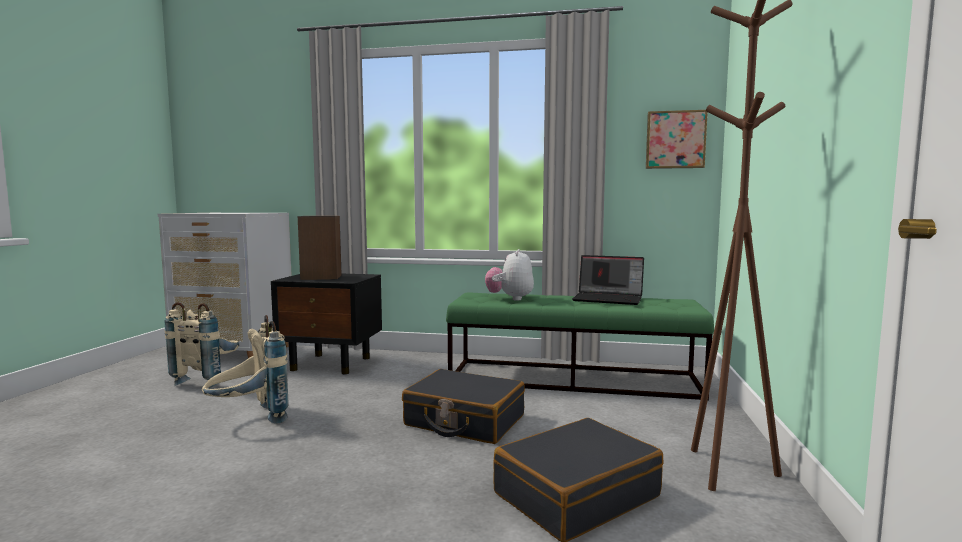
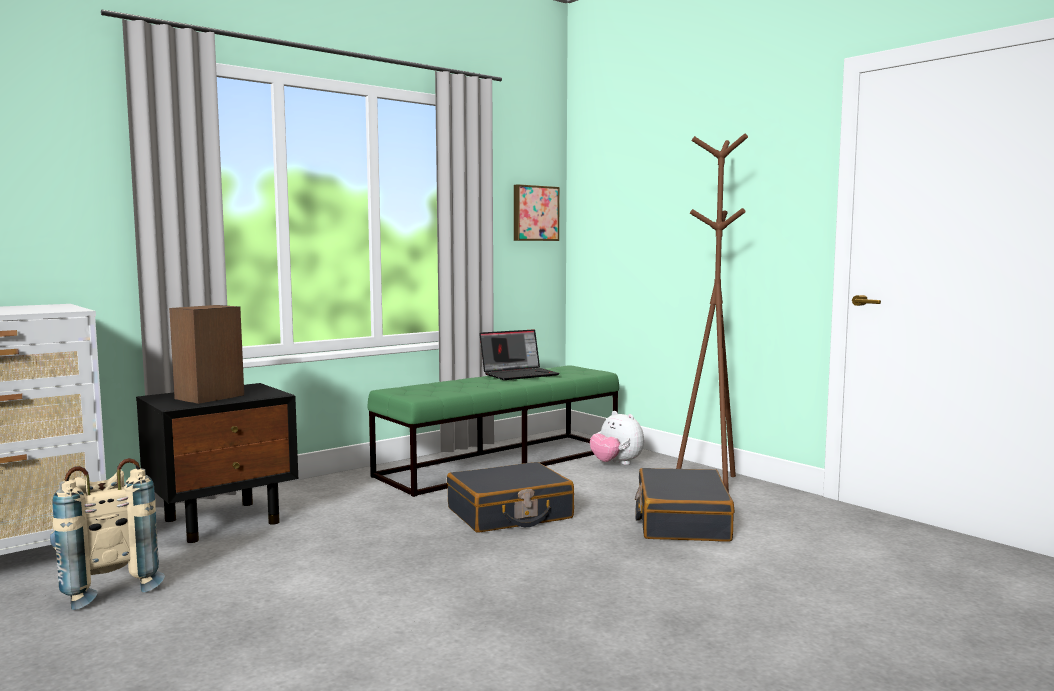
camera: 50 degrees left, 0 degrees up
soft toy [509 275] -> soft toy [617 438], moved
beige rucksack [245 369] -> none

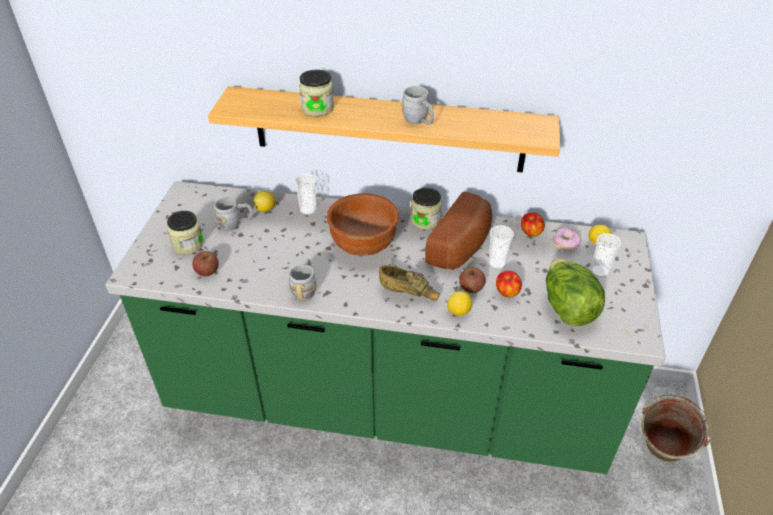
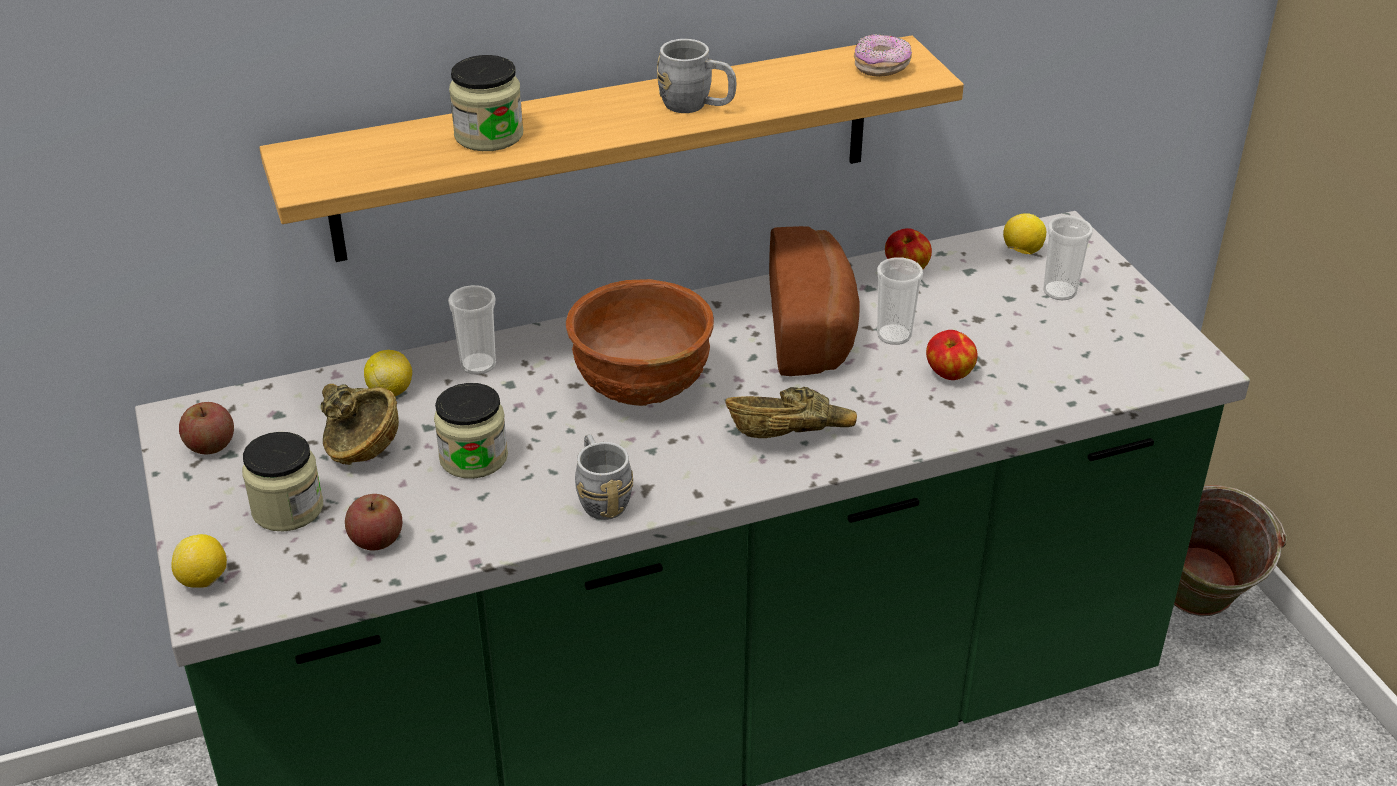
camera: 30 degrees left, 5 degrees down
storage jar [426 209] -> storage jar [471 431], moved
gray coffee mug [233 213] -> brown bowl [360 424]
ring doughnut [566 239] -> ring doughnut [883 55], moved
lettuce [575 292] -> none
apple fruit [472 280] -> apple fruit [206 428], moved
whole lemon [459 303] -> whole lemon [199 561], moved

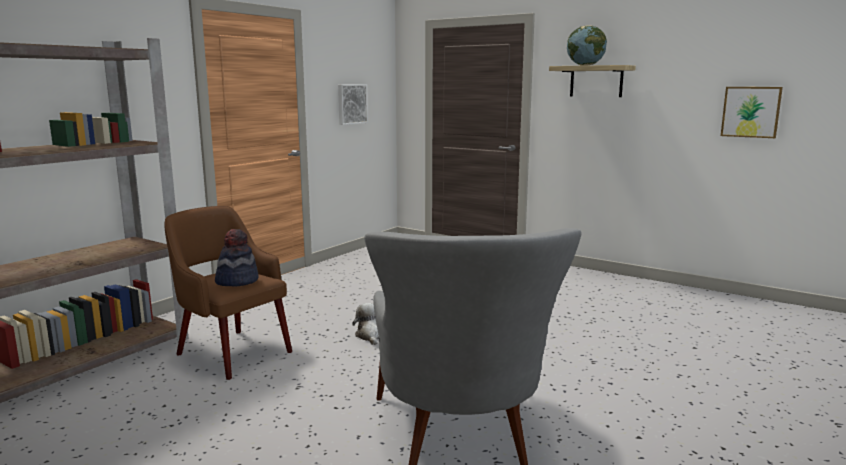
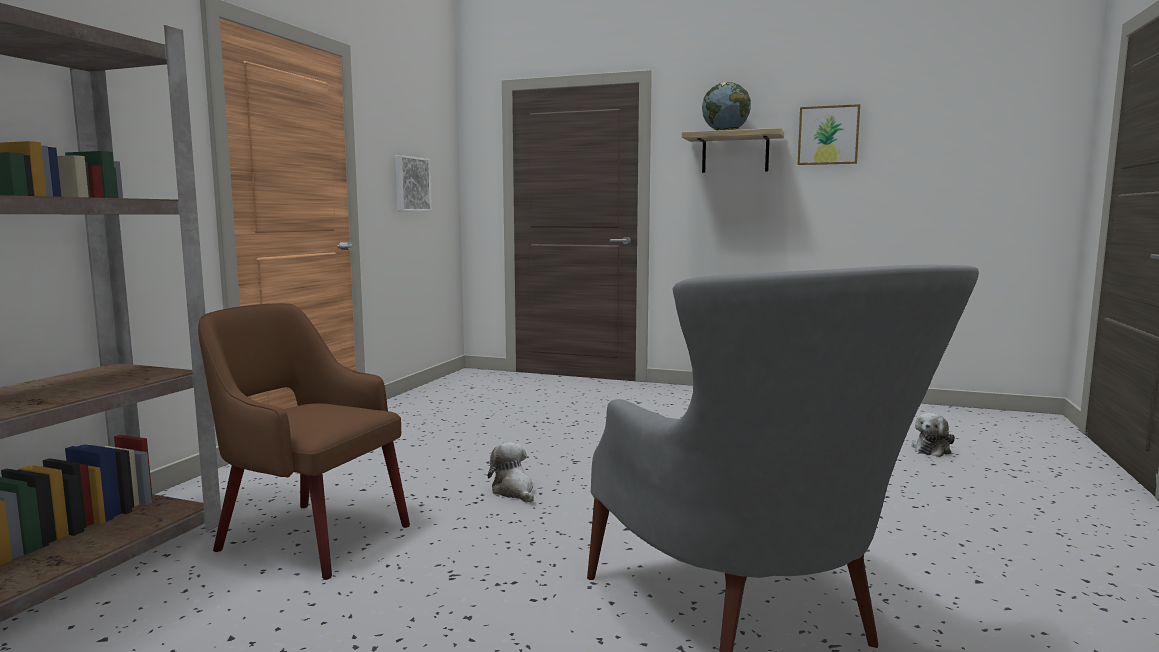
camera: 15 degrees left, 5 degrees down
wall art [752 112] -> wall art [829 134], moved
wearable hat [237 258] -> none
none -> soft toy [933 435]

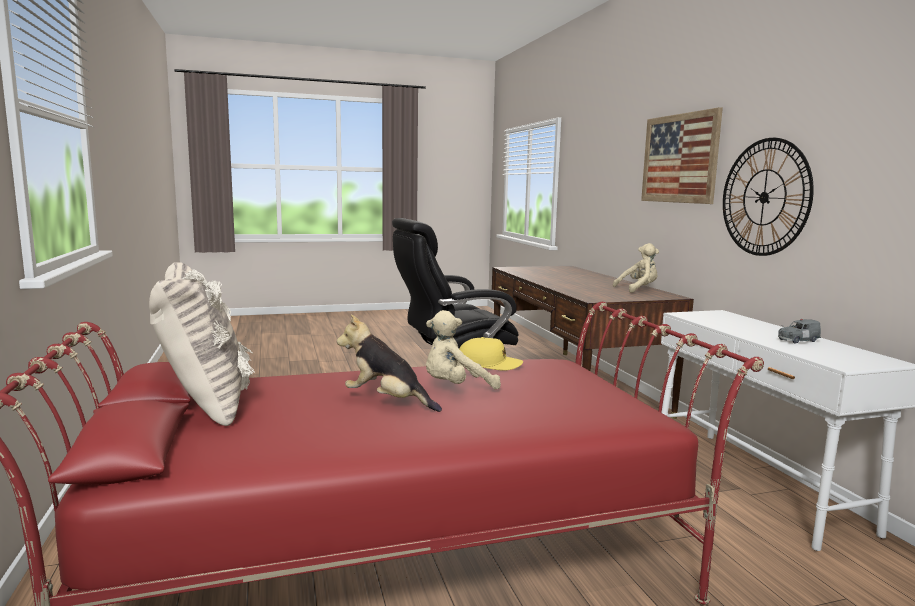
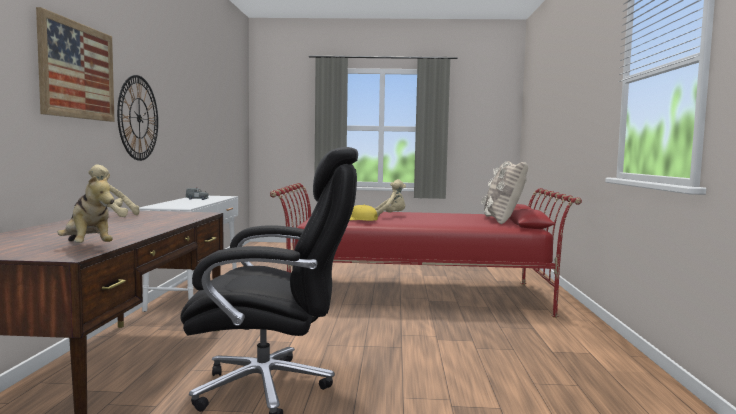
camera: 160 degrees left, 5 degrees down
soft toy [389 363] -> soft toy [85 208], moved

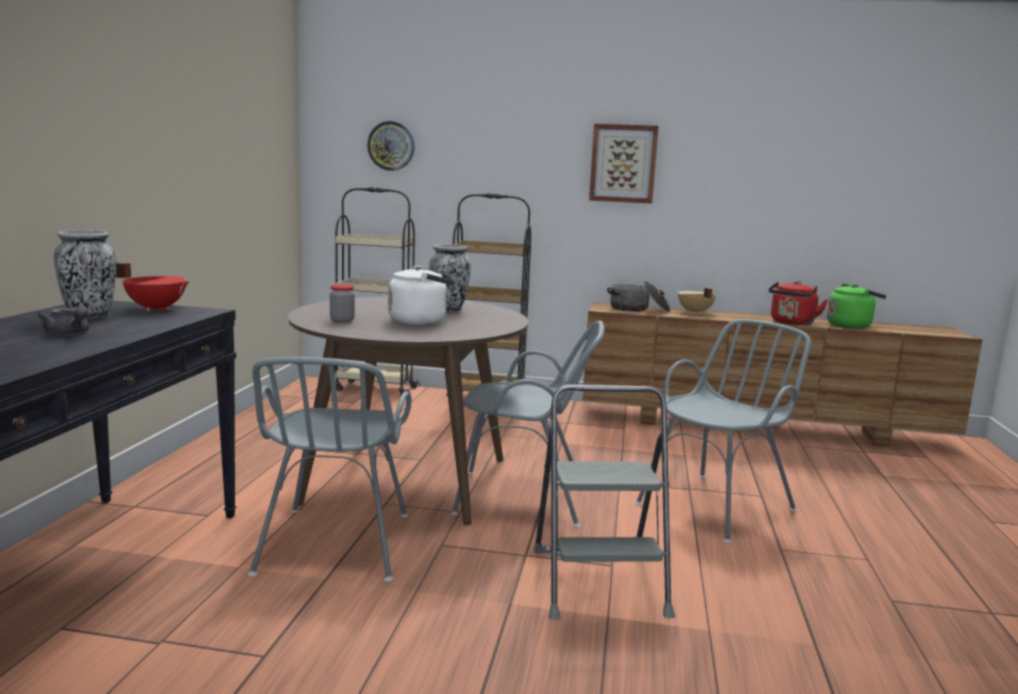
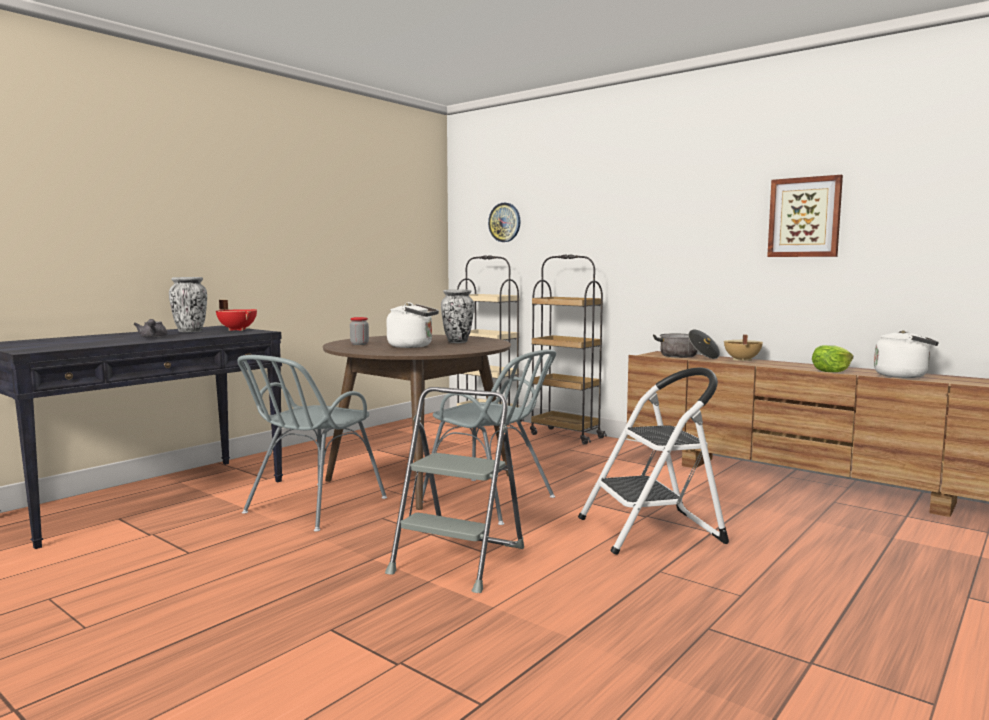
camera: 30 degrees right, 5 degrees down
wall art [624 164] -> wall art [805 216], moved
red-coloured water kettle [798 303] -> lettuce [832 358]
green-coloured water kettle [857 306] -> white water kettle [906 354]
gray chair [723 431] -> step ladder [653 461]

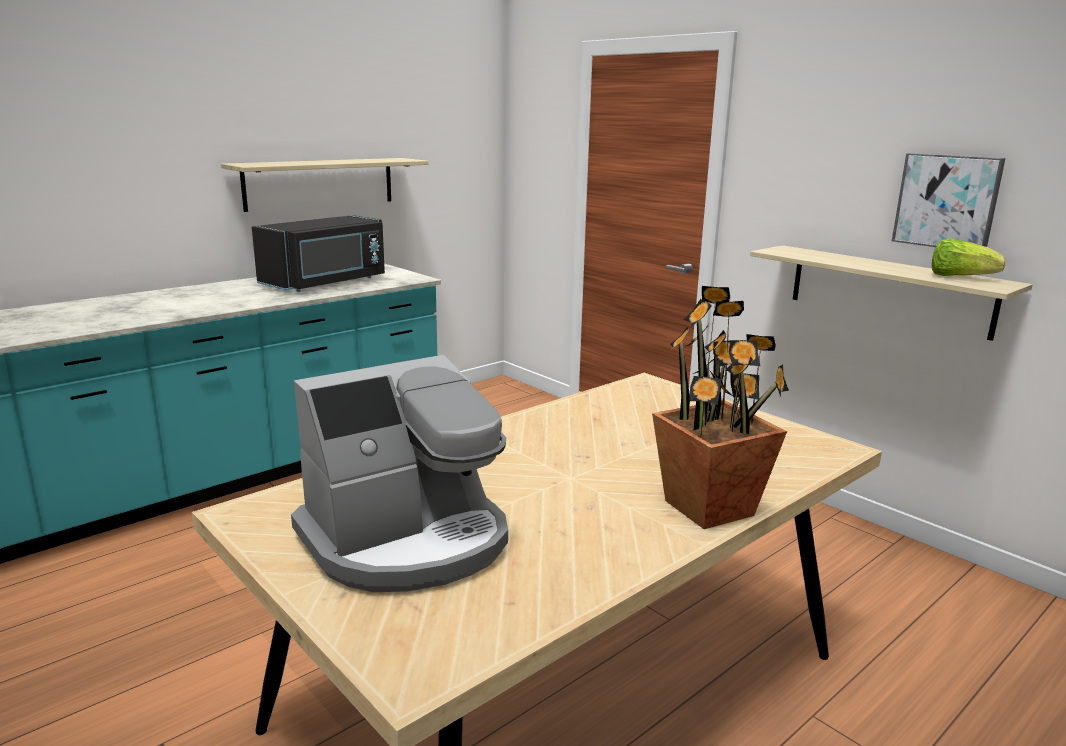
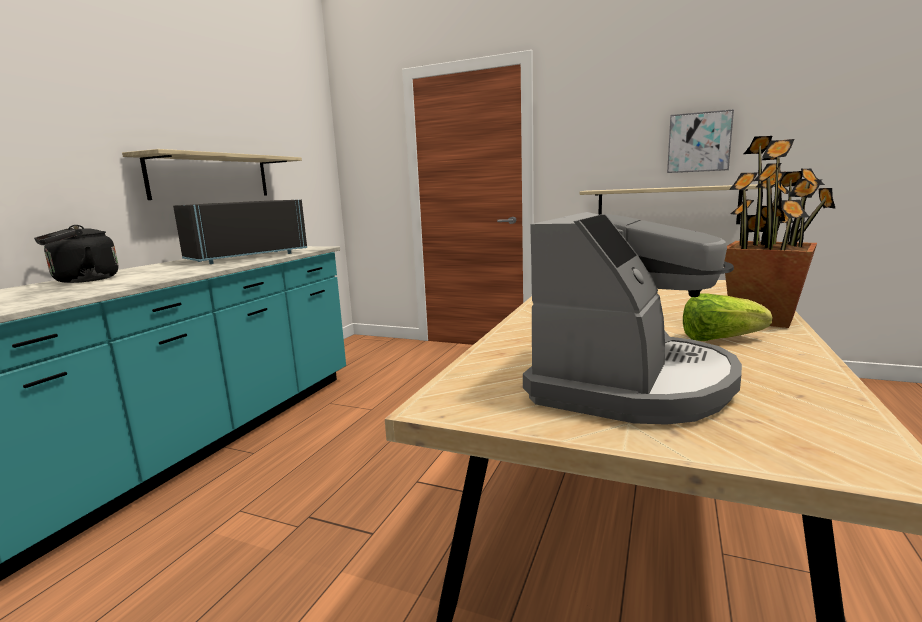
camera: 25 degrees left, 5 degrees down
blackish microwave oven [318 253] -> blackish microwave oven [240 232], 150 degrees counterclockwise
lettuce [969 257] -> lettuce [727 317], moved
none -> blackish water kettle [76 254]

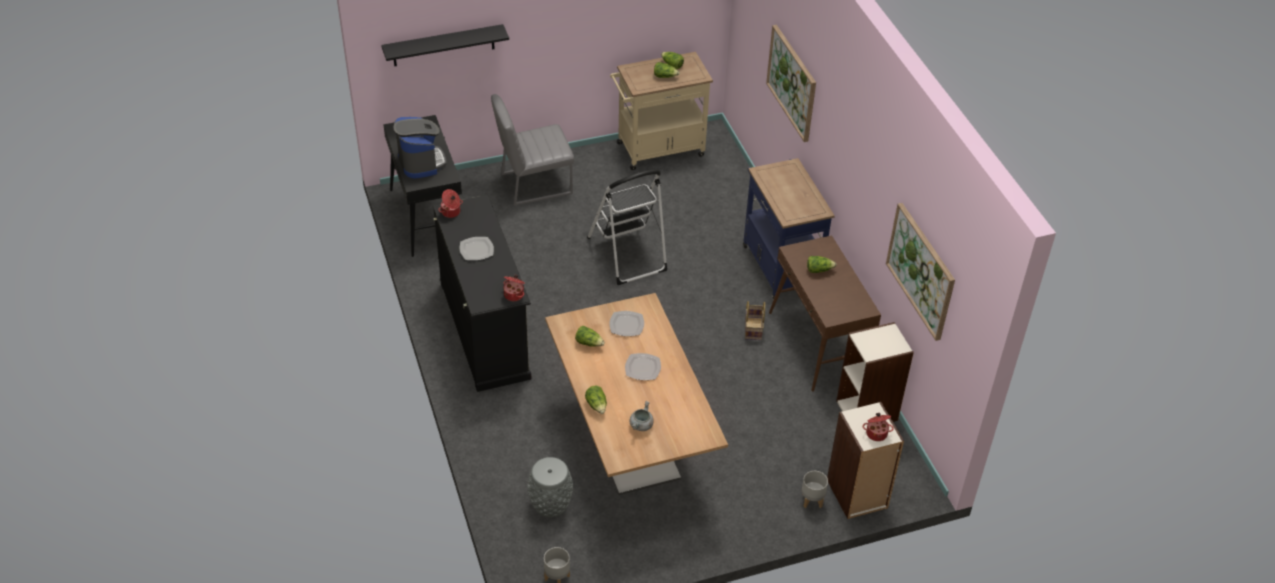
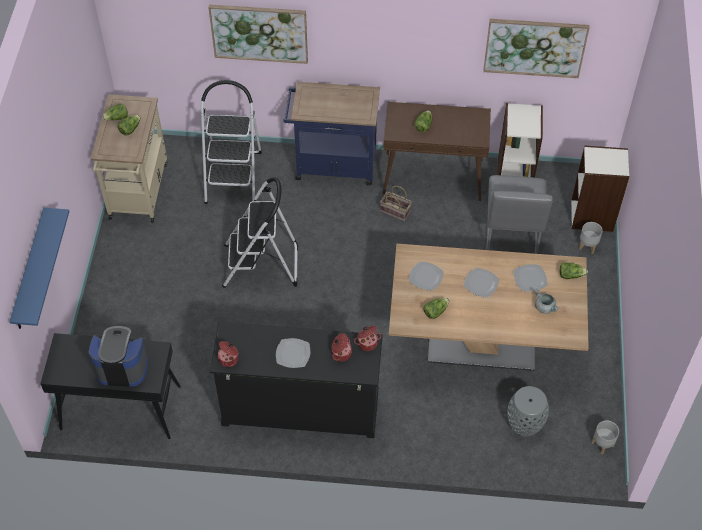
camera: 65 degrees left, 10 degrees up
blackish shelf [445 45] -> blue-coloured shelf [40 268]
gray chair [532 150] -> gray chair [520 214], moved
lettuce [596 400] -> lettuce [574 270], moved
stockpot [878 427] -> stockpot [342 347], moved
none -> step ladder [231 142]
none -> dinner plate [530 278]

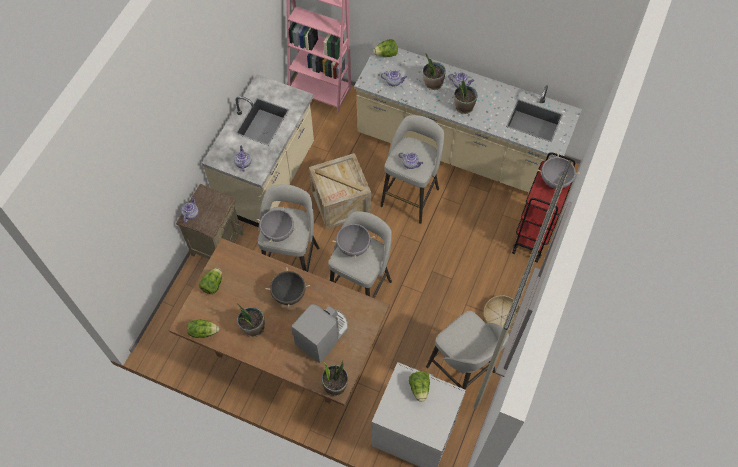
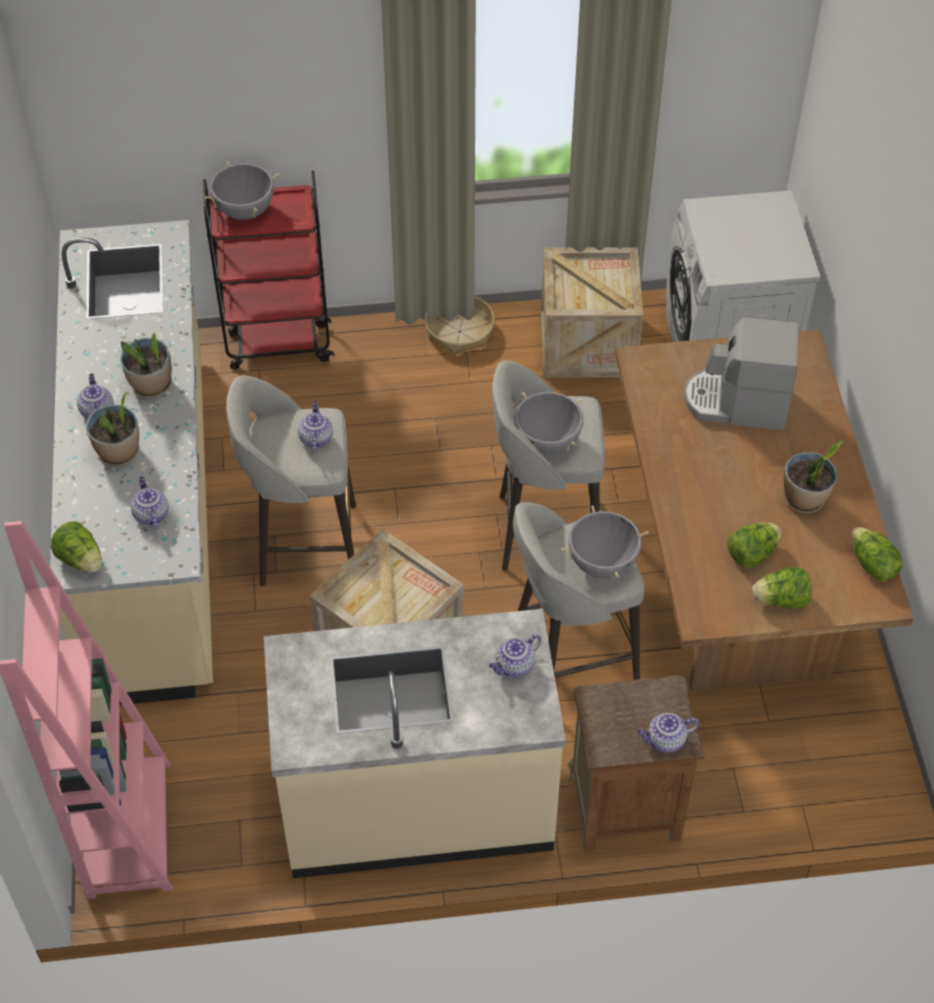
camera: 120 degrees left, 10 degrees down
blackish stockpot [288 287] -> none
gray stool [467 350] -> crate [592 312]
plant in a pot [335 378] -> none
lettuce [419 386] -> lettuce [754 545], moved

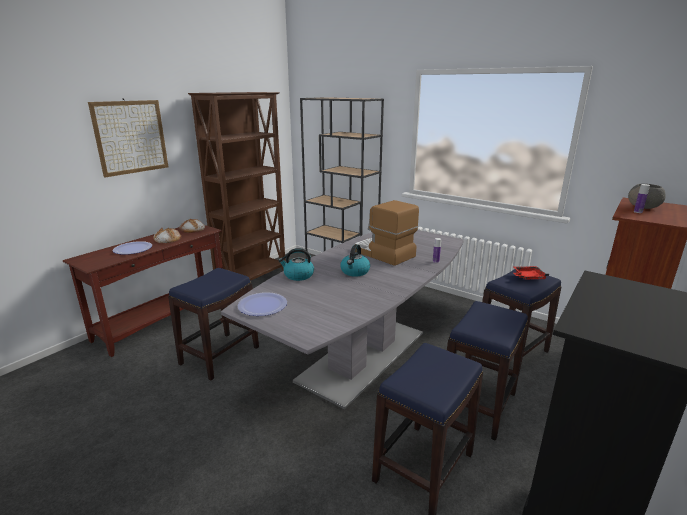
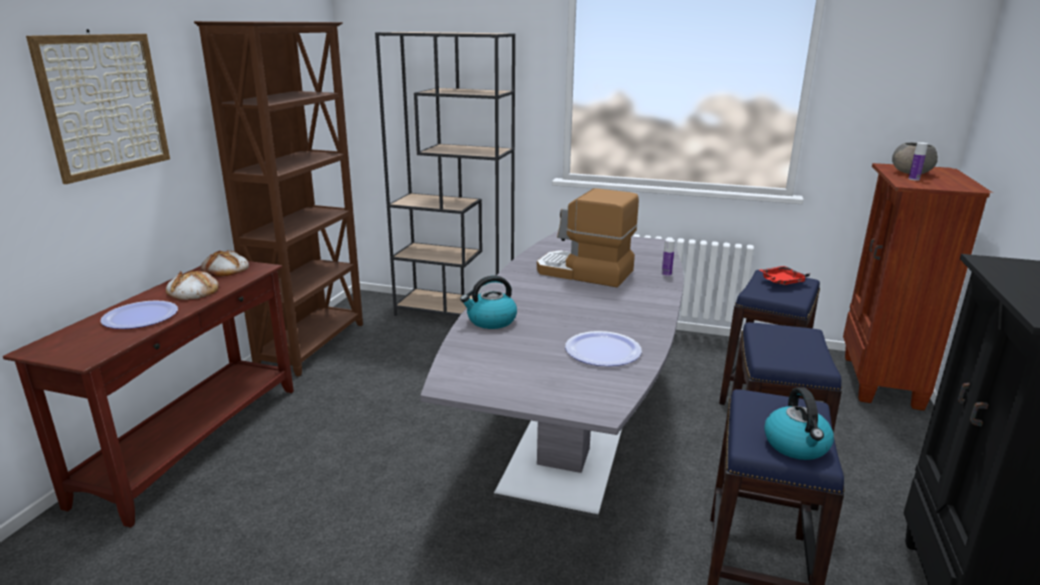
camera: 20 degrees left, 0 degrees up
water kettle [355 260] -> water kettle [799 423], moved
stool [213 324] -> none
dinner plate [262 304] -> dinner plate [603 348], moved

